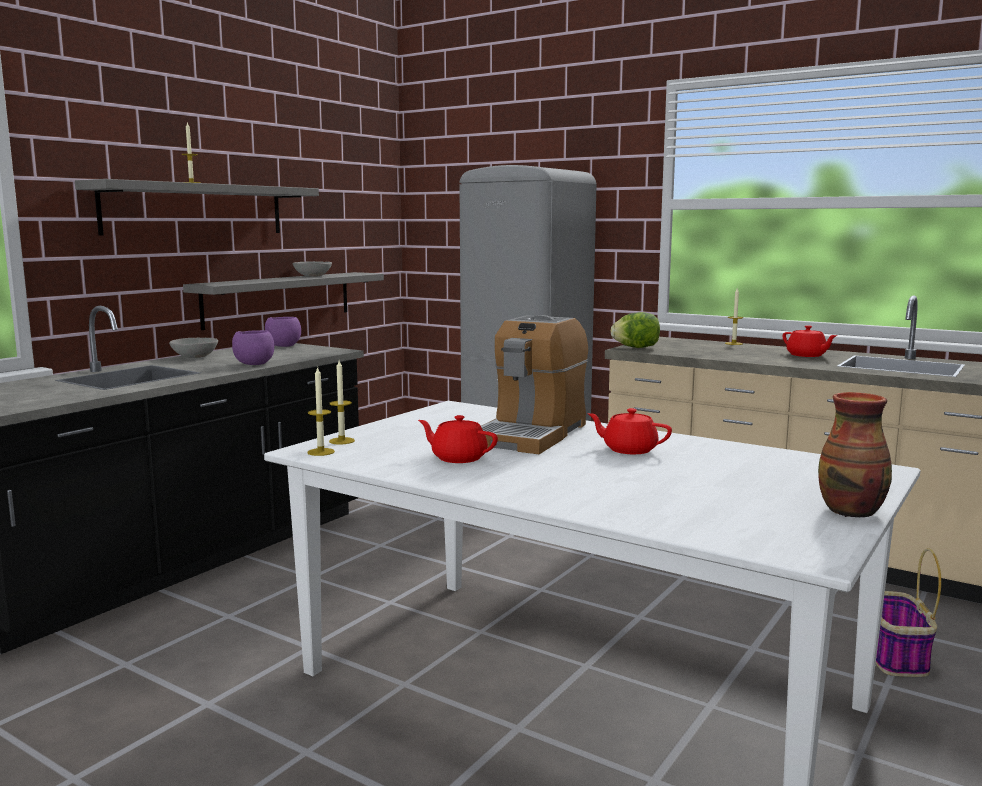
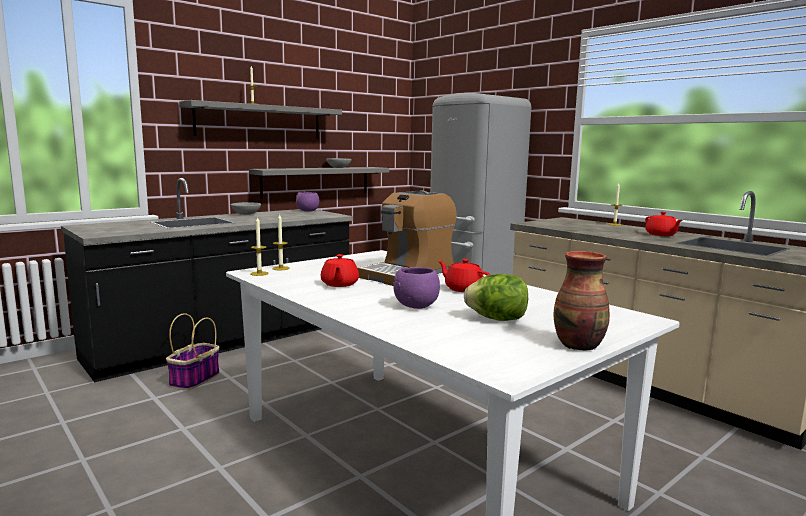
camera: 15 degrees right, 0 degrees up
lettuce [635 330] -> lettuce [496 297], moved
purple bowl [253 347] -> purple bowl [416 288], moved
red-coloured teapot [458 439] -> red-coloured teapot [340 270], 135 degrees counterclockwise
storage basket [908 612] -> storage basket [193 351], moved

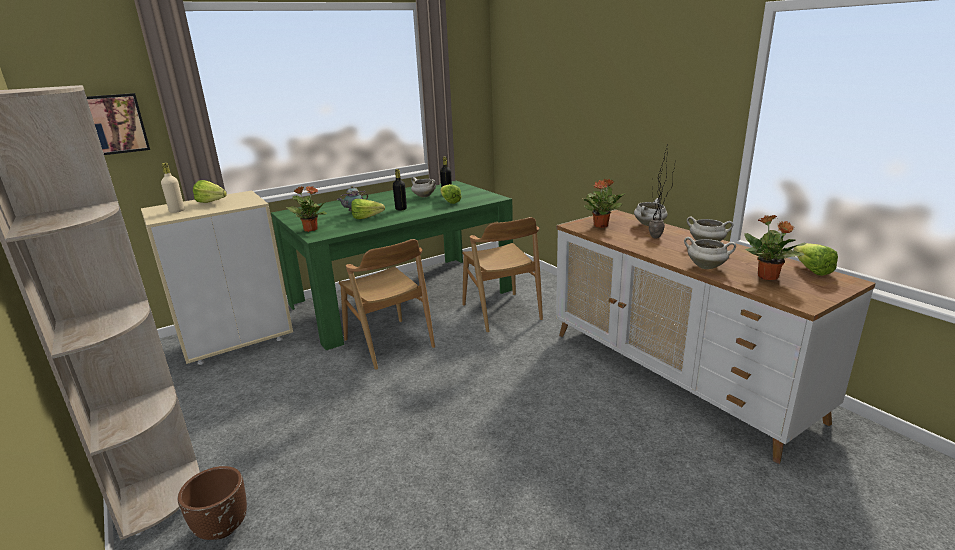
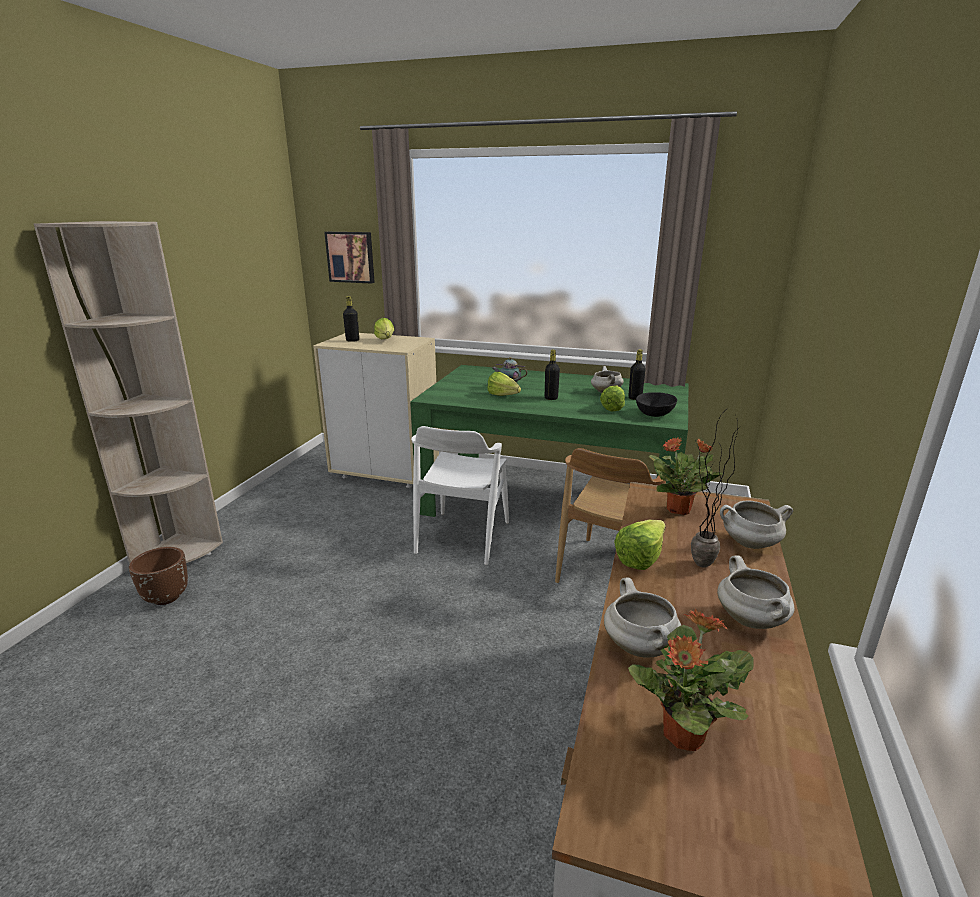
camera: 50 degrees right, 0 degrees up
beige beverage bottle [172 188] -> blackish beverage bottle [351 319]
plant in a pot [306 209] -> none
brown chair [387 304] -> white chair [460 495]
lettuce [816 259] -> lettuce [640 545], moved
none -> blackish bowl [656 404]

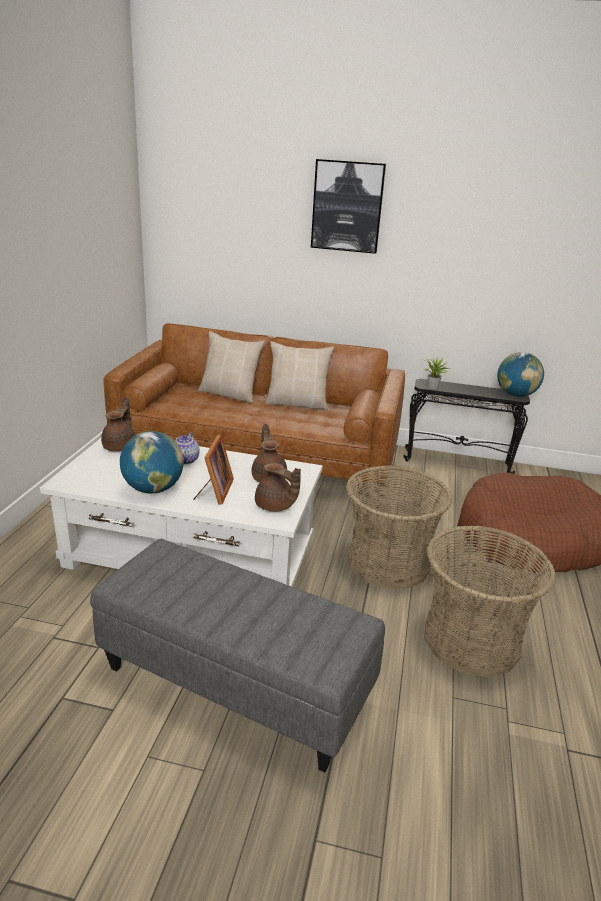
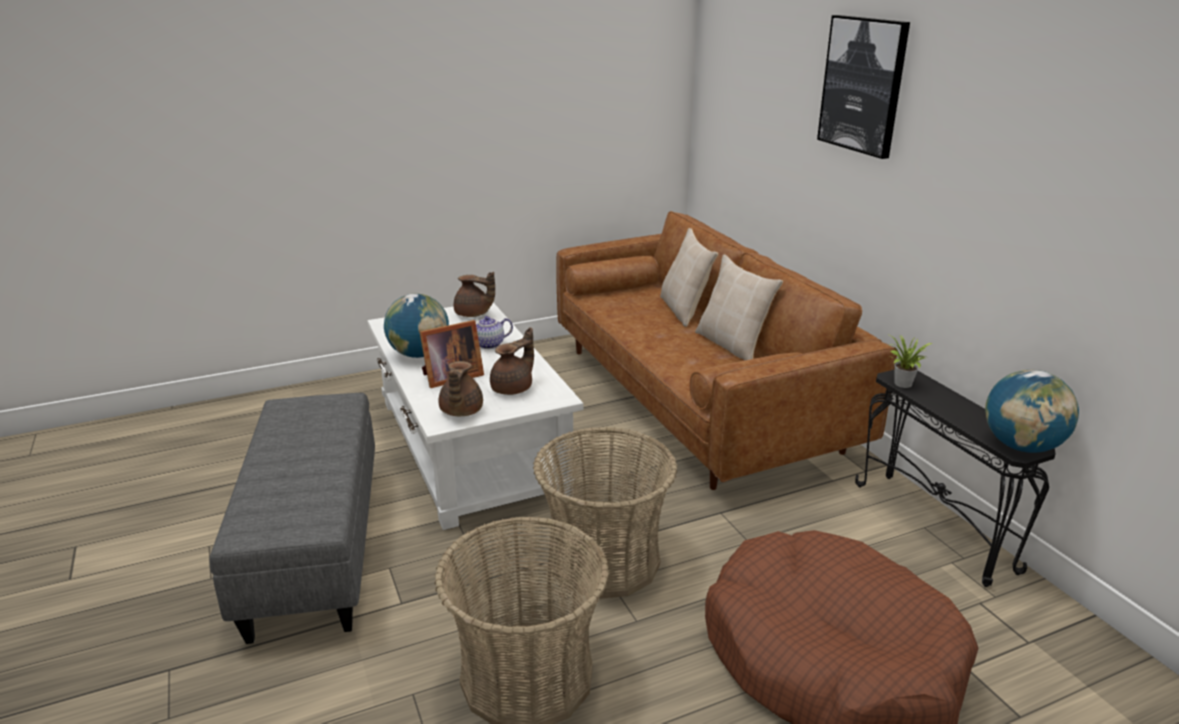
camera: 55 degrees right, 0 degrees up
brown teapot [118 423] -> brown teapot [474 294], 45 degrees clockwise

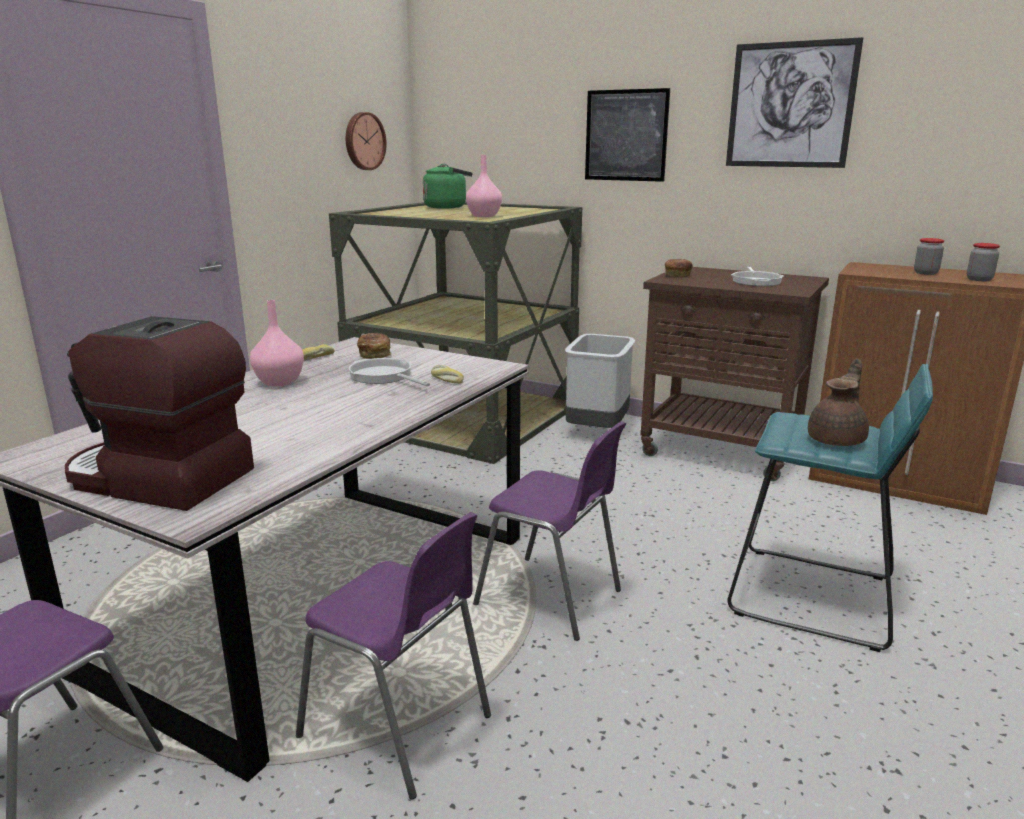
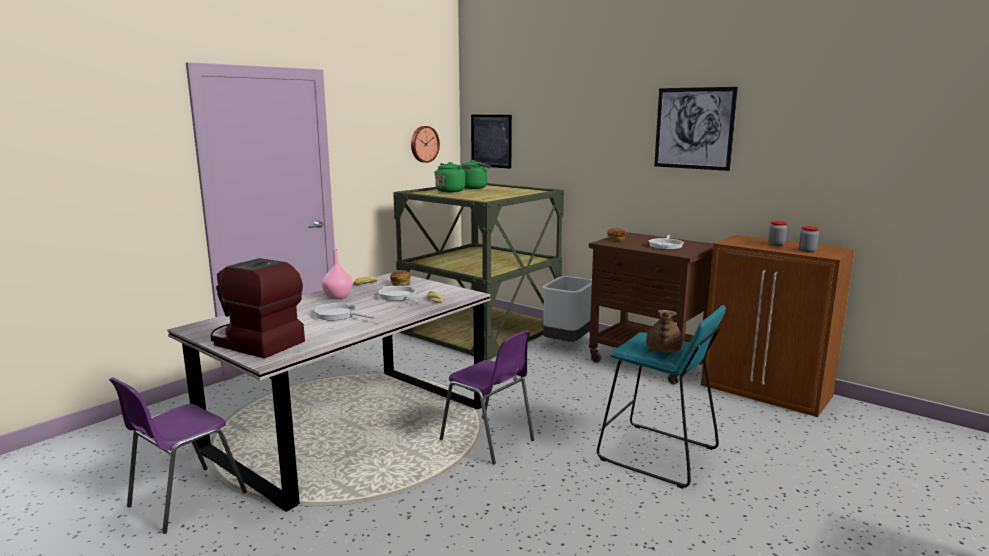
camera: 10 degrees right, 5 degrees down
wall art [627 135] -> wall art [491 142], moved
pinkish vase [484 186] -> none
brown teapot [838 402] -> brown teapot [664 331], 150 degrees clockwise
purple chair [393 656] -> none
none -> green-coloured water kettle [452 177]
none -> skillet [345 311]

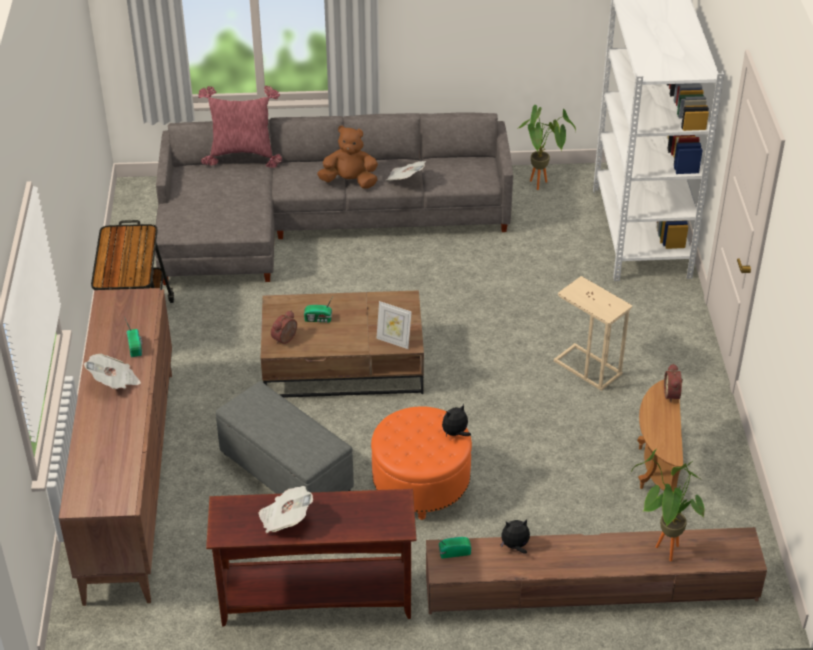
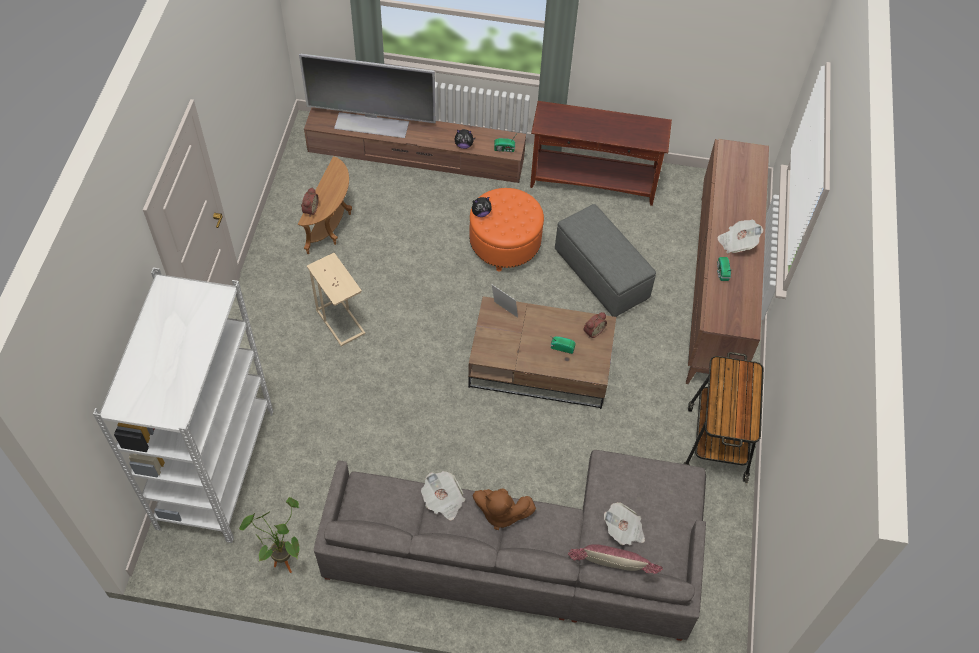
camera: 170 degrees left, 15 degrees up
plant in a pot [668 505] -> television [367 95]
daily paper [285 509] -> daily paper [624 524], moved

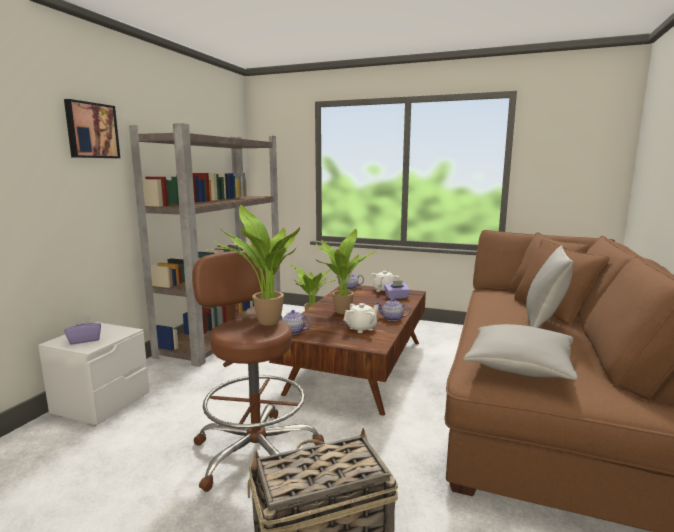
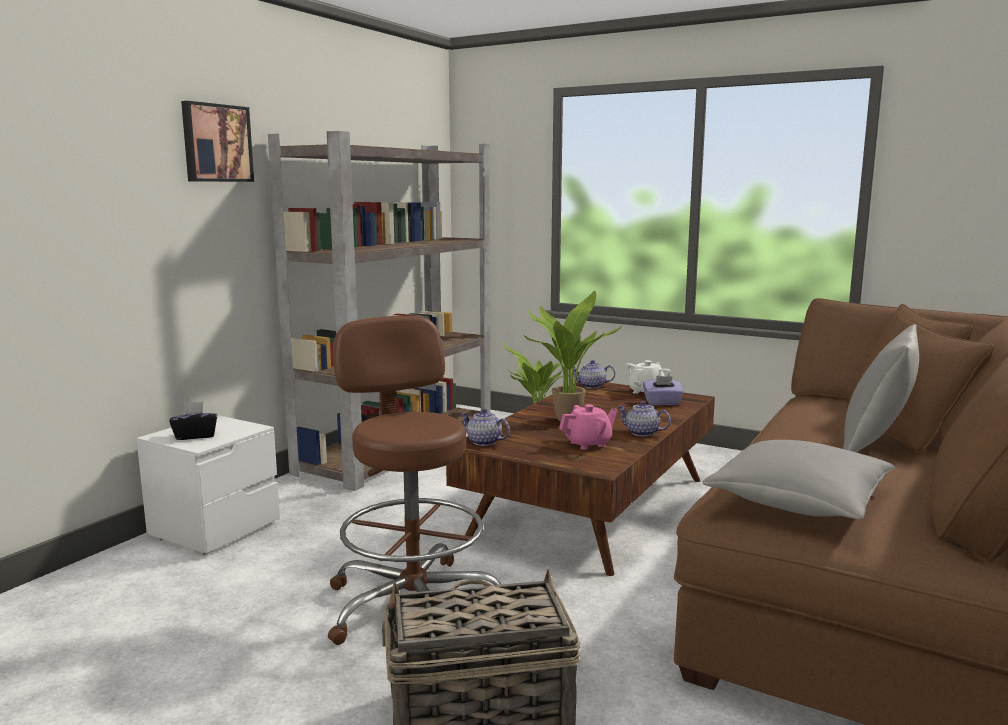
camera: 10 degrees right, 0 degrees up
plant in a pot [257 265] -> none
white teapot [361 318] -> pinkish teapot [588 427]
purple tissue box [82 330] -> blackish tissue box [193 421]

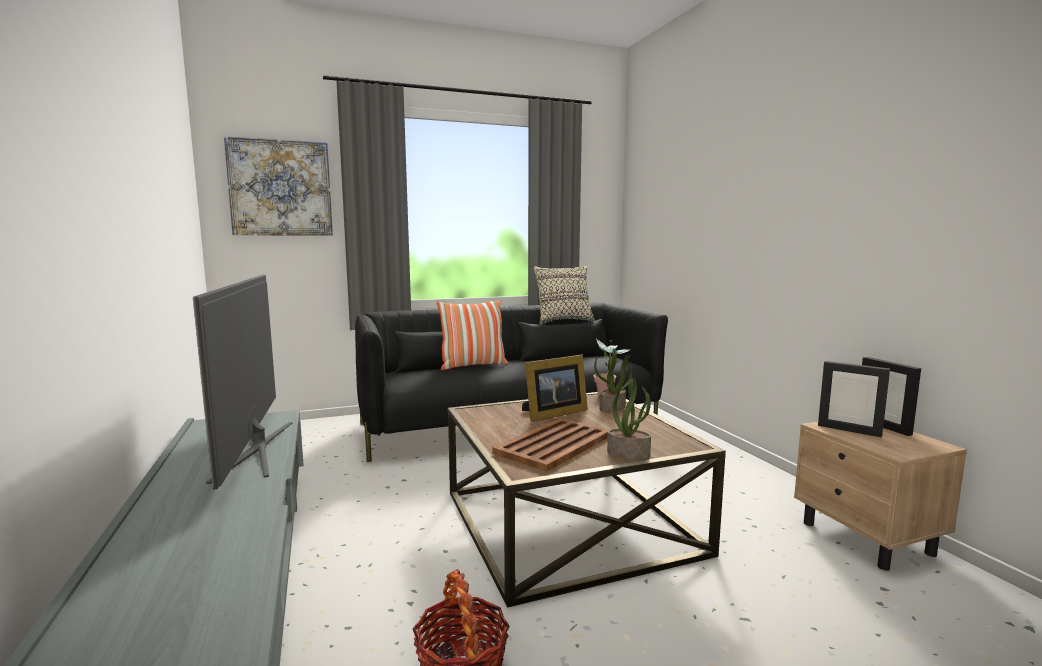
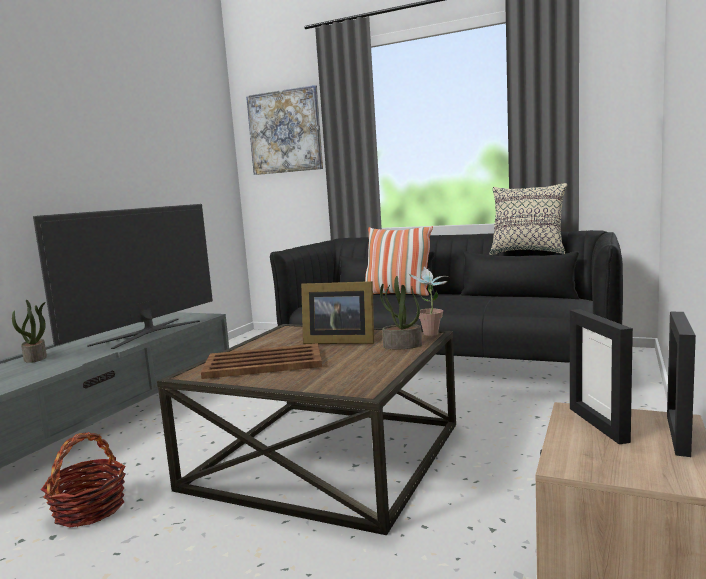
camera: 45 degrees right, 0 degrees up
plant in a pot [629 418] -> plant in a pot [29 331], moved

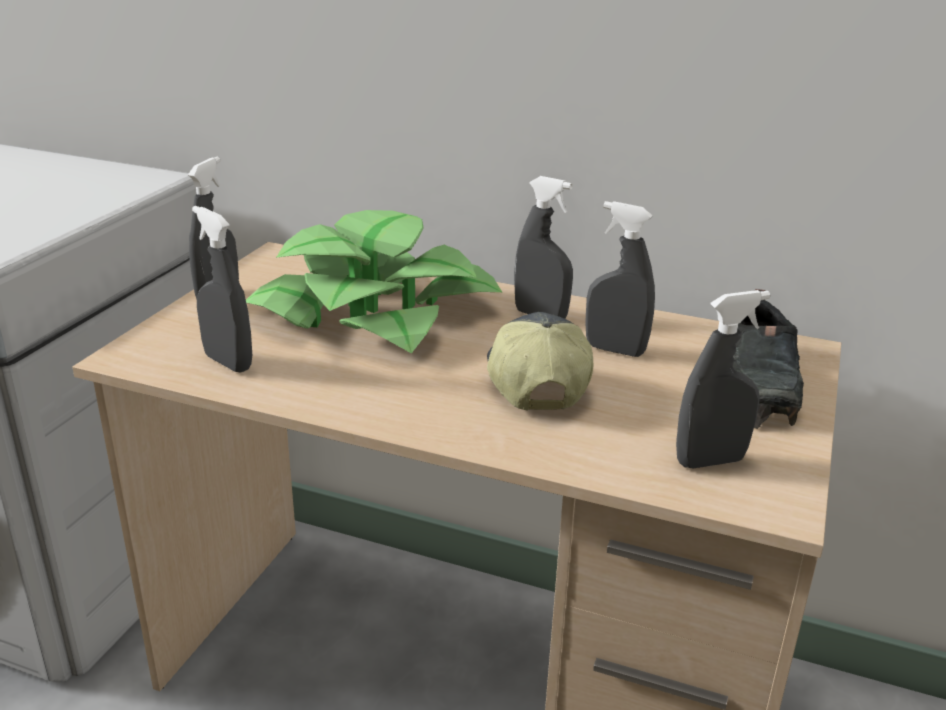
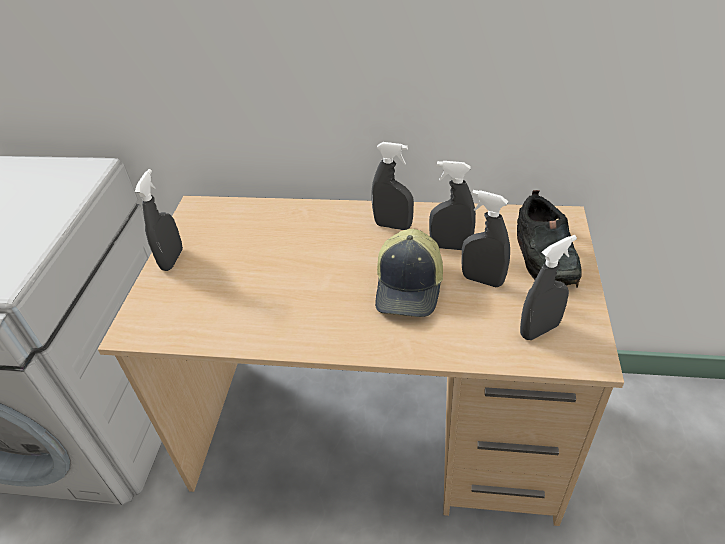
camera: 10 degrees left, 15 degrees up
gray spray bottle [222 289] -> gray spray bottle [485 238], moved
plant in a pot [374 282] -> none
peaked cap [540 361] -> peaked cap [409 273], 150 degrees counterclockwise

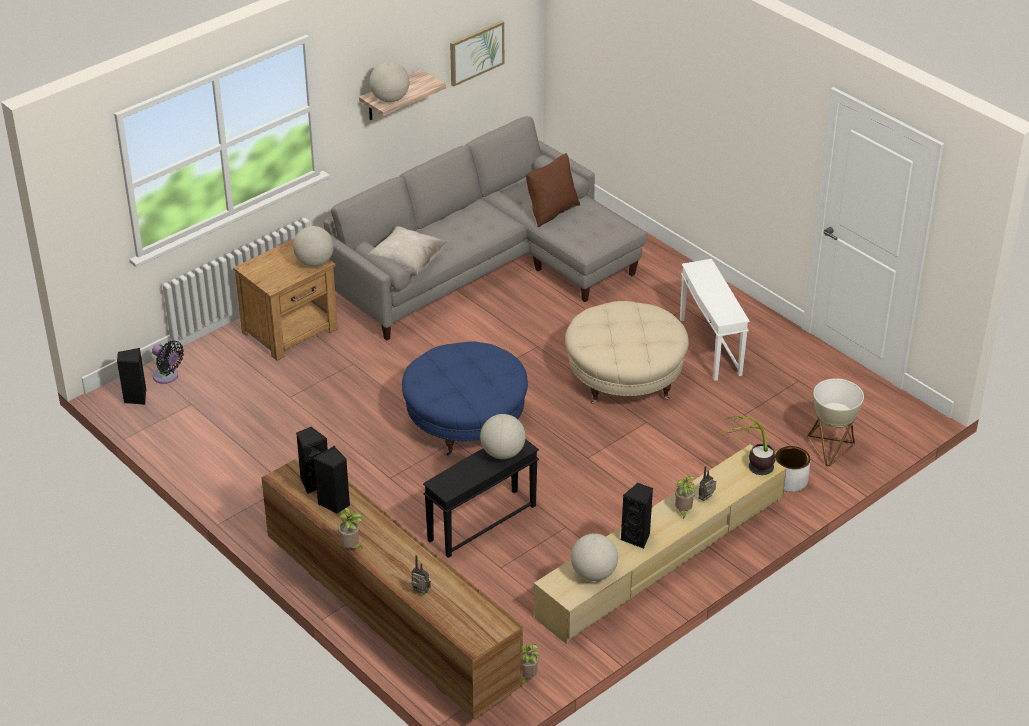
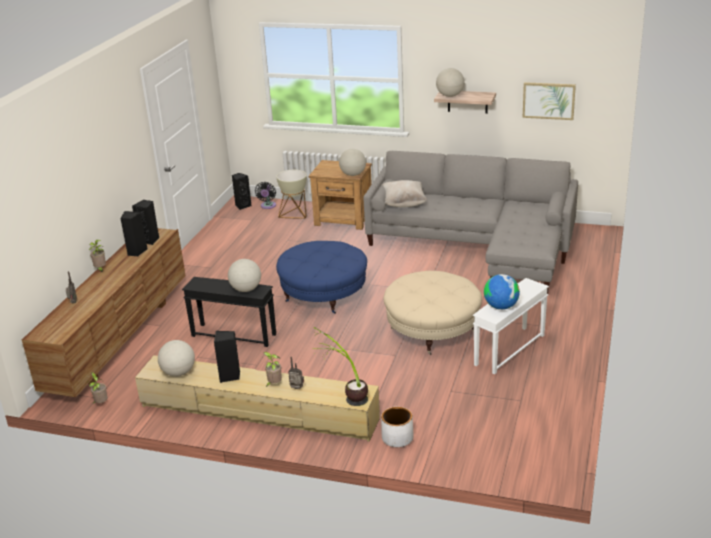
camera: 60 degrees right, 10 degrees down
brown pillow [553 190] -> none
planter [835 422] -> planter [291 194], moved
none -> desk globe [502 292]

